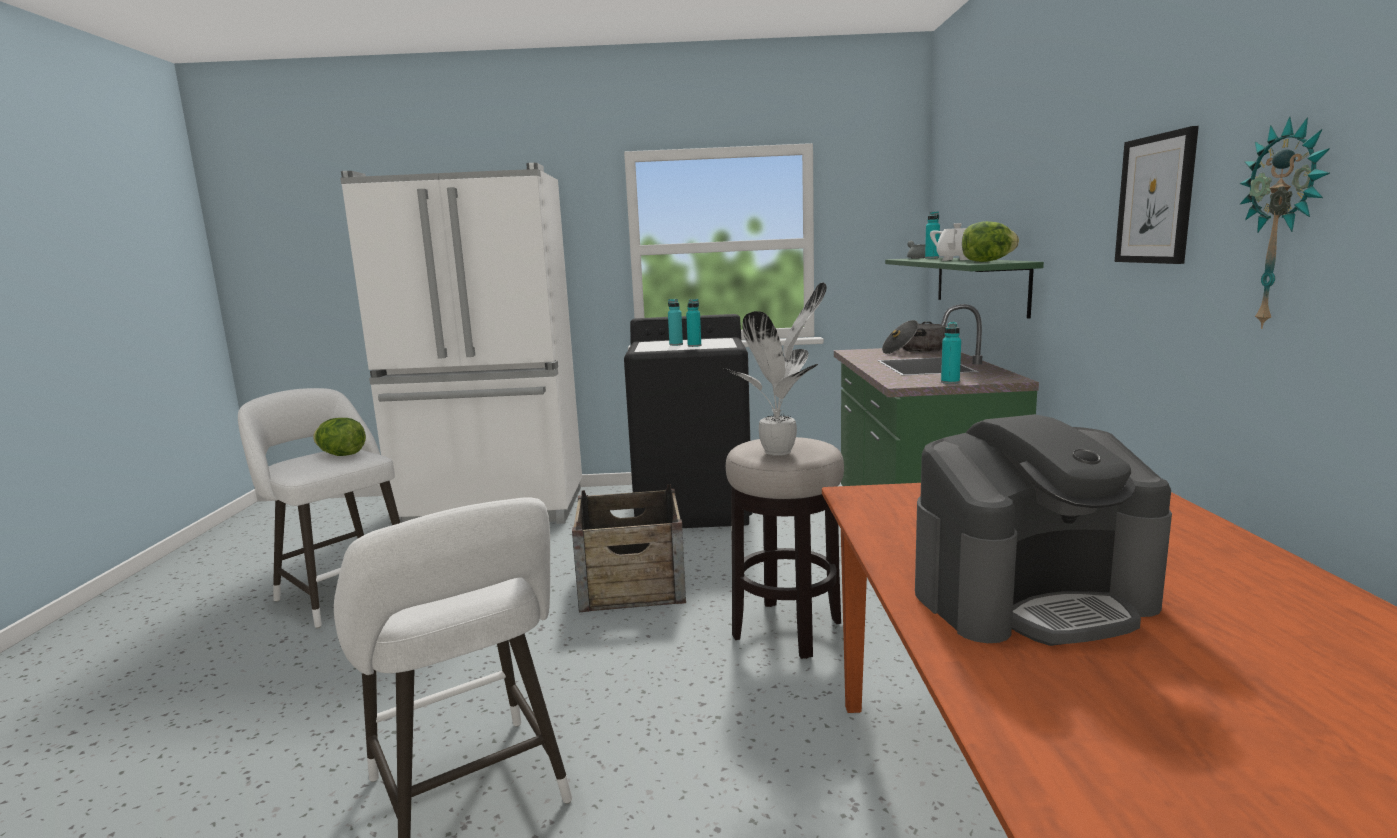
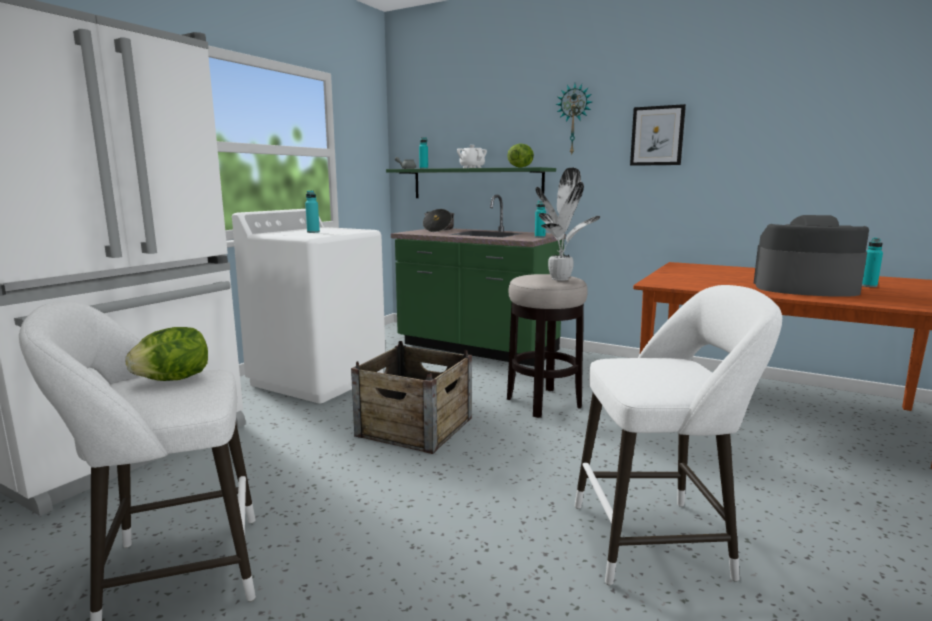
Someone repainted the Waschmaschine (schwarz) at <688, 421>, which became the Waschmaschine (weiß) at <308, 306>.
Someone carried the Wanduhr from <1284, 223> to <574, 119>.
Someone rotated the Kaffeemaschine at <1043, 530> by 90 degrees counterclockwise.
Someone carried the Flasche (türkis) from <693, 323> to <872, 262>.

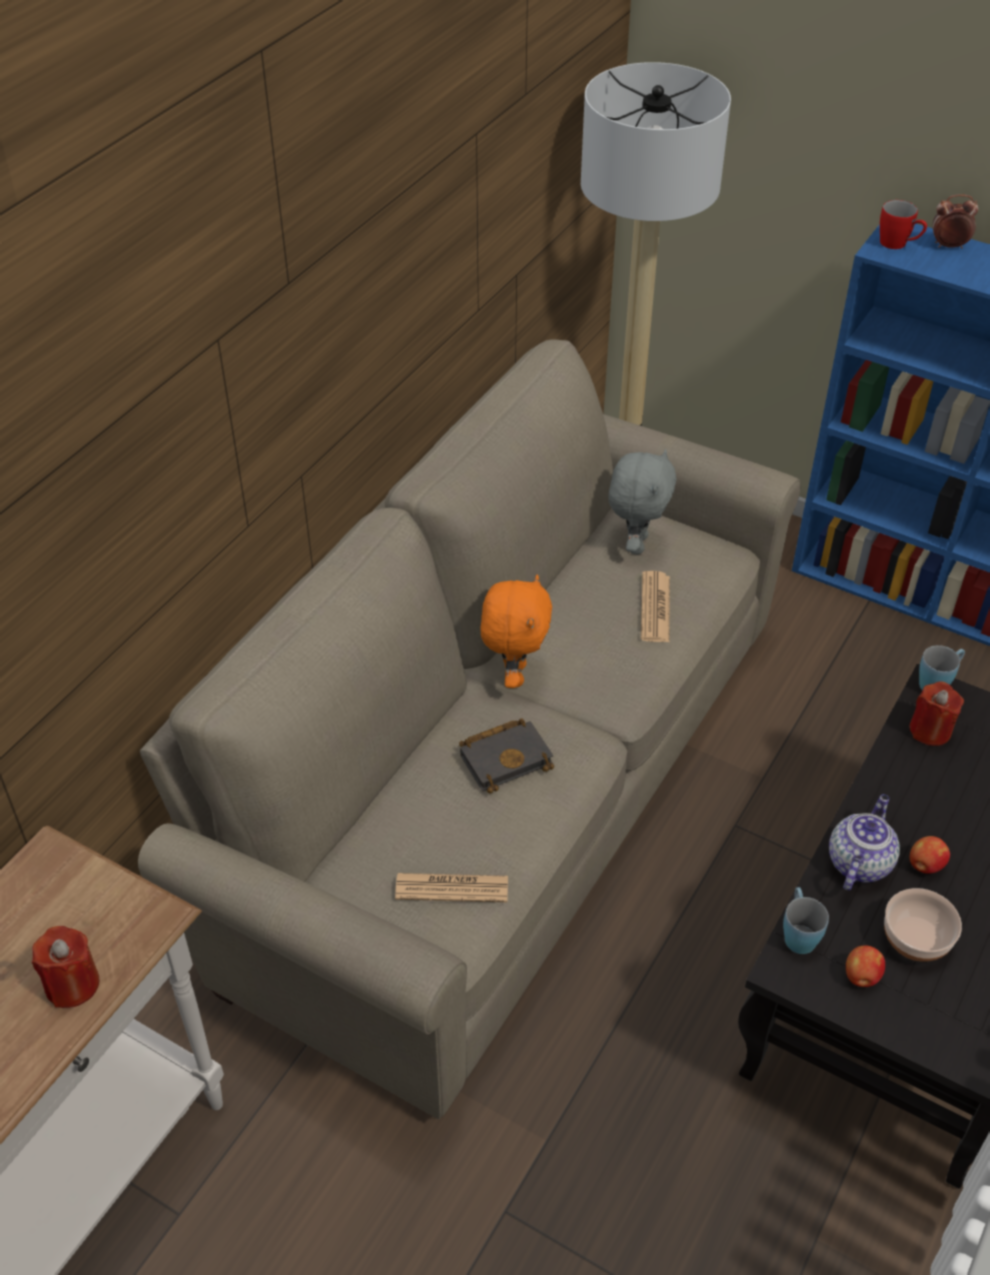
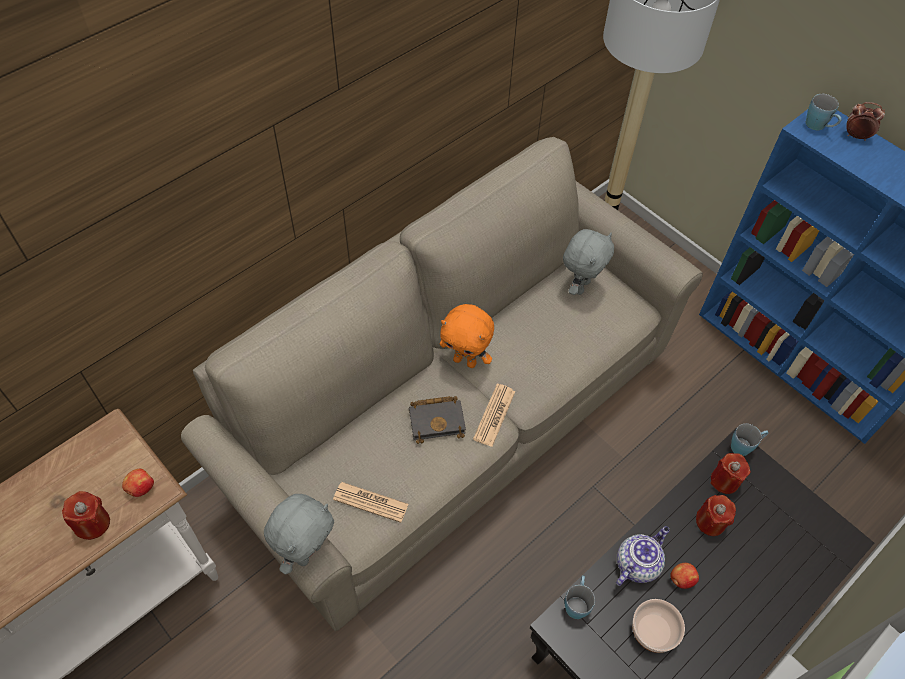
Someone carried the Apfel from <865, 966> to <138, 483>.
Someone put down the Plüschtier (grau) at <299, 534>.
Someone rotated the Plüschtier (orange) at <516, 631> by 90 degrees clockwise.
Someone carried the Zeitung from <655, 607> to <494, 415>.
Someone put down the Kerze (rot) at <716, 515>.
Someone repainted the Henkelbecher (rot) at <903, 224>, which became the Henkelbecher (blau) at <823, 112>.

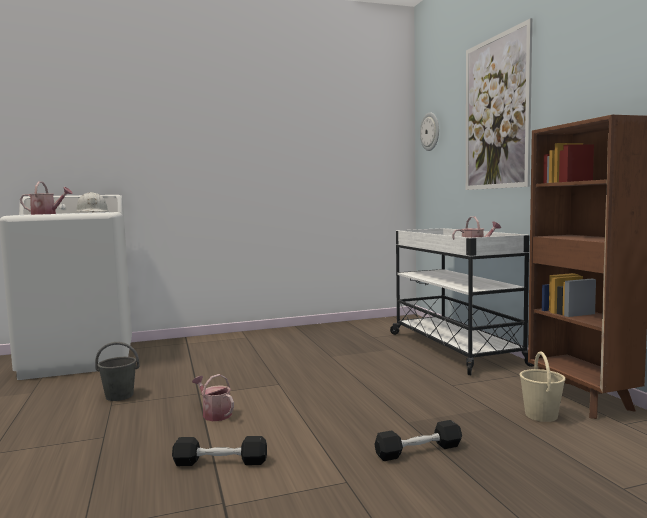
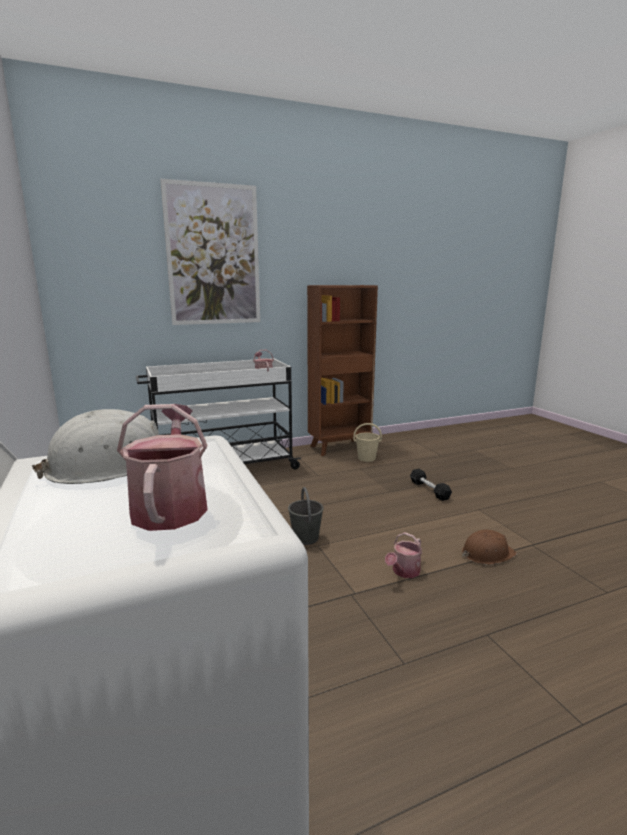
Someone carried the Eimer (grau) from <117, 371> to <306, 516>.
Someone swapped the Hantel (schwarz) at <219, 451> for the Schutzhelm (braun) at <489, 547>.
Someone took away the Wanduhr at <429, 131>.

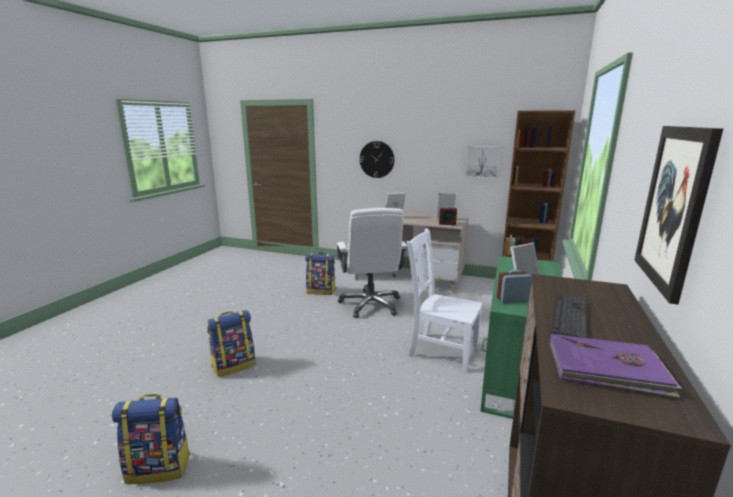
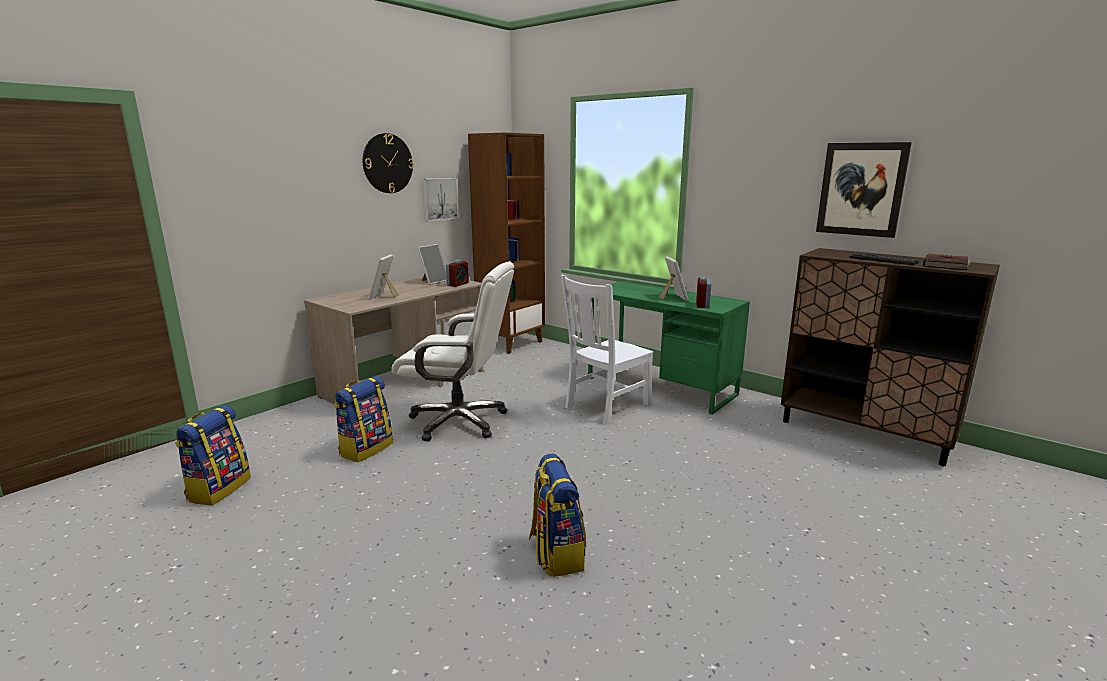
Someone carried the Rucksack from <151, 439> to <213, 455>.
Someone carried the Wanduhr from <376, 159> to <388, 163>.
Someone repainted the Buch (lila) at <615, 365>, which became the Buch (braun) at <947, 261>.

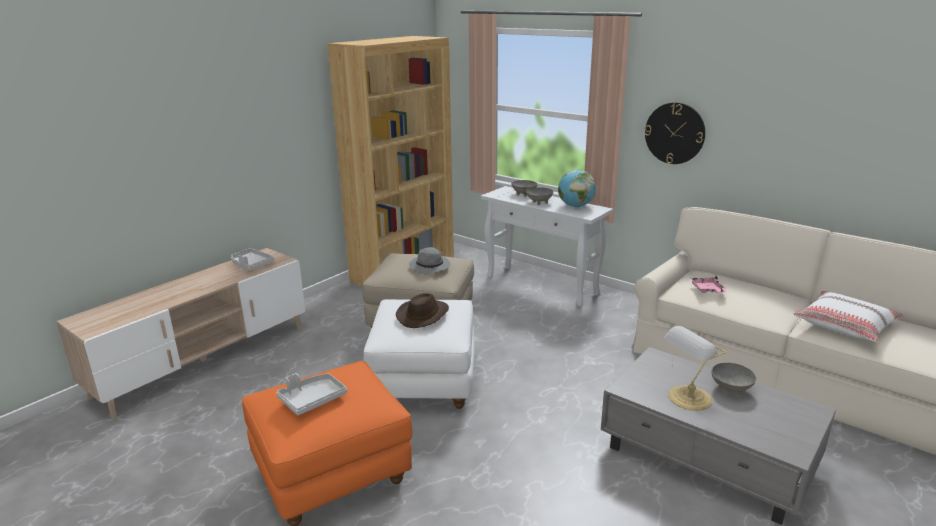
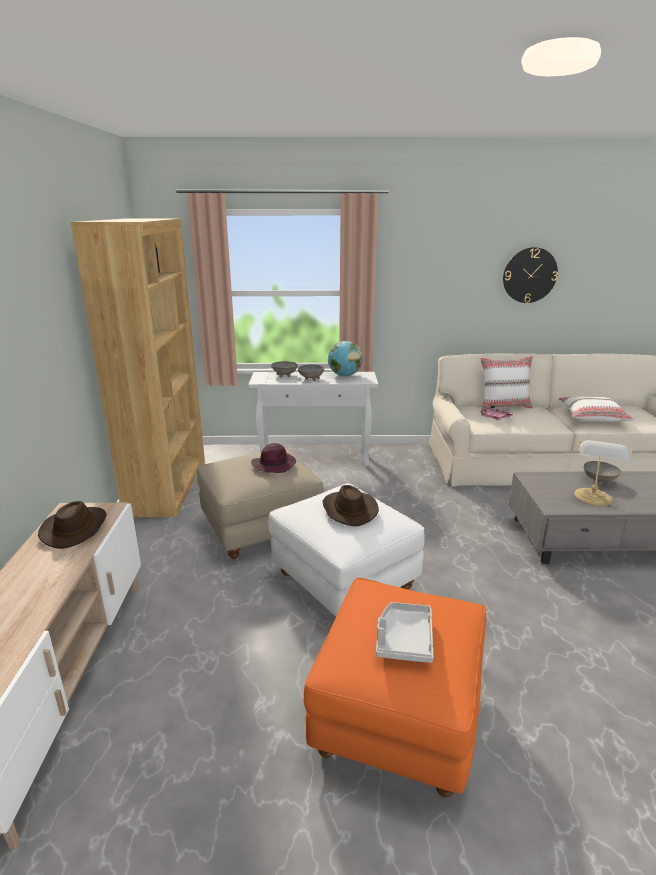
Someone swapped the Tablett (grau) at <252, 259> for the Hut (braun) at <72, 525>.
Someone repainted the Hut (grau) at <430, 261>, which became the Hut (lila) at <273, 458>.
Someone put down the Kissen (weiß) at <506, 383>.
Someone carried the Wanduhr from <675, 133> to <530, 275>.

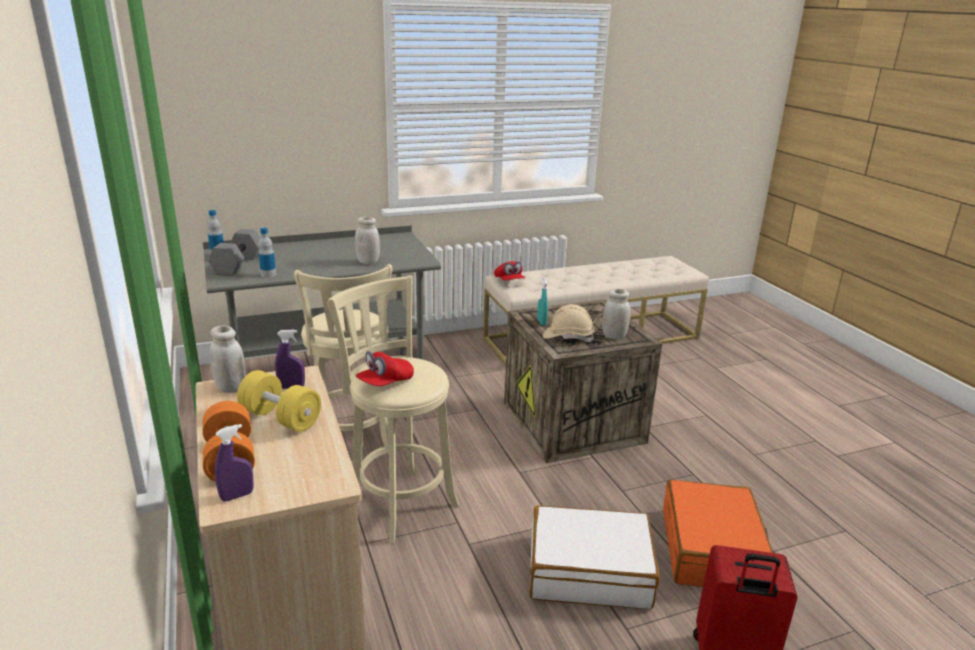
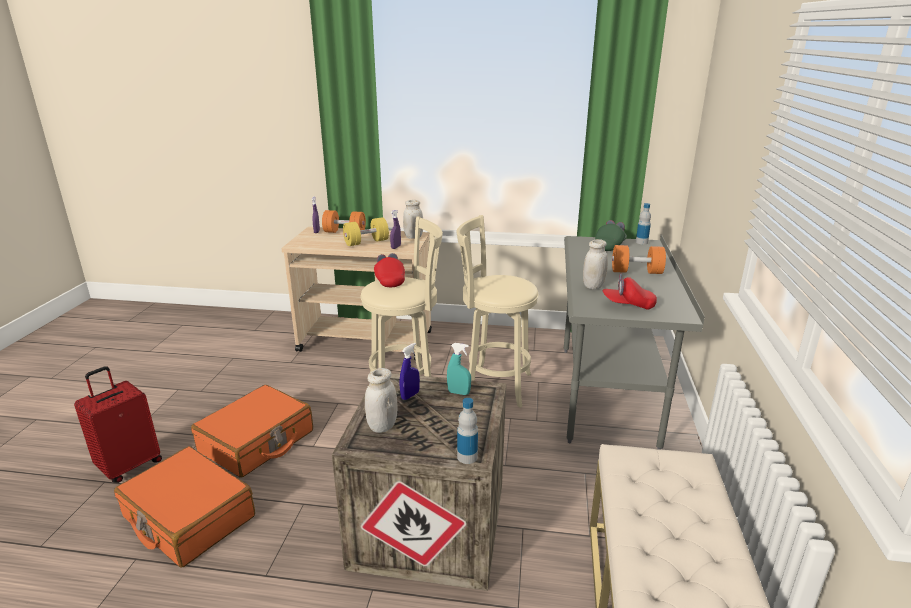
Someone repainted the Koffer (weiß) at <595, 557>, which became the Koffer (orange) at <252, 431>.
Someone swapped the Schutzhelm (beige) at <569, 323> for the Sprühflasche (blau) at <410, 371>.
Someone carried the Flasche from <267, 253> to <467, 431>.
Someone swapped the Hantel (grau) at <234, 252> for the Kappe (grün) at <611, 235>.
Someone carried the Kappe (rot) from <509, 271> to <630, 292>.
Someone put down the Hantel (orange) at <639, 259>.

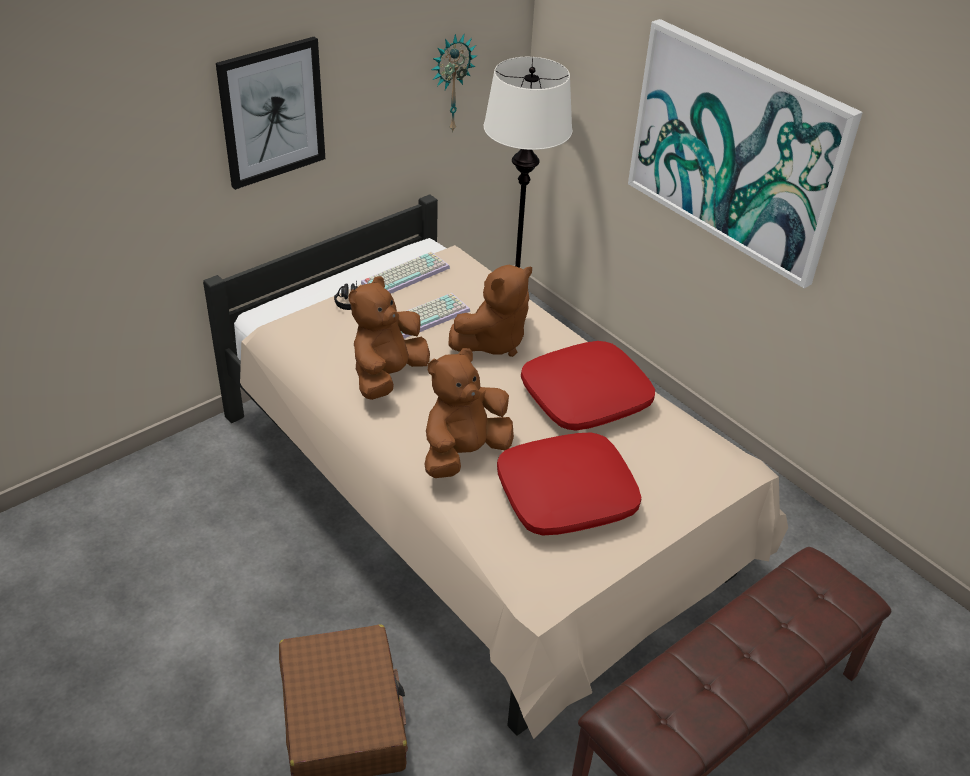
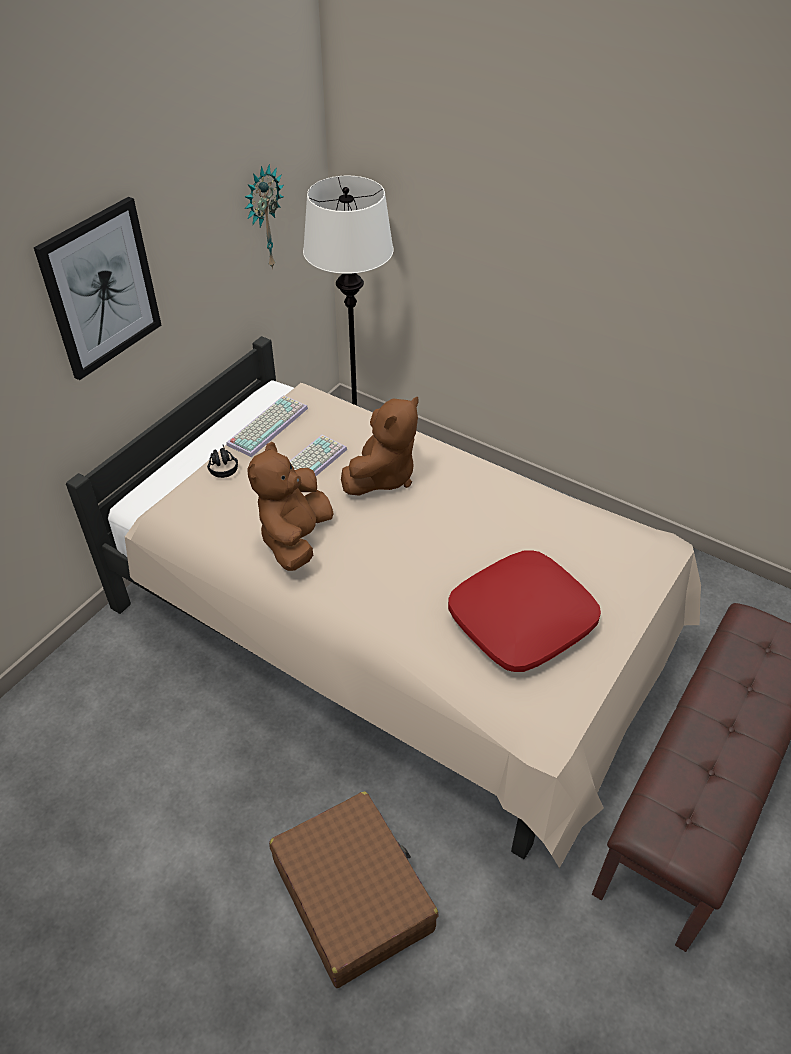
Someone took away the Plüschtier (braun) at <469, 413>.
Someone took away the Kissen (rot) at <588, 386>.
Someone took away the Bild at <745, 153>.

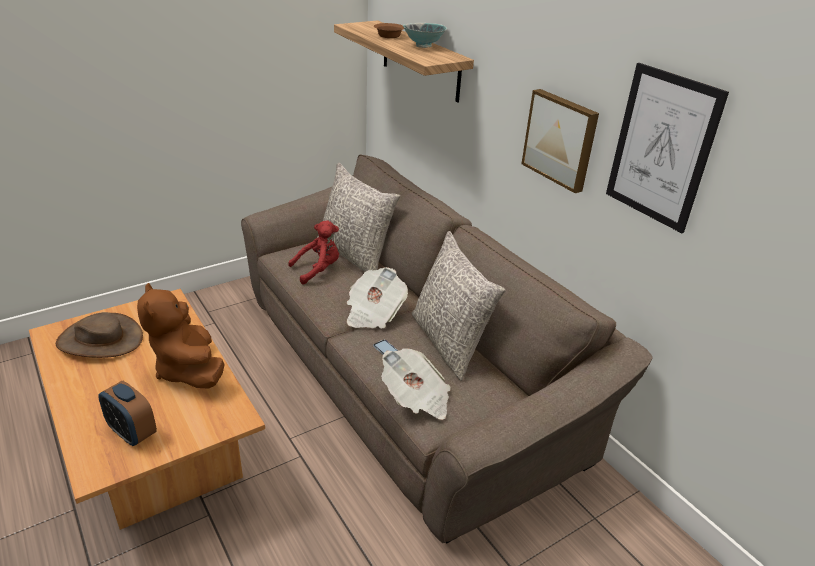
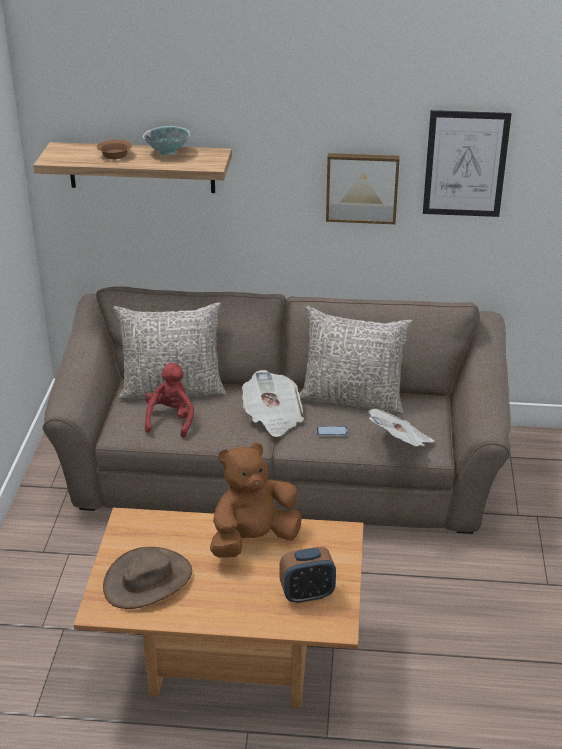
Someone rotated the Plüschtier (braun) at <181, 336> by 135 degrees clockwise.

